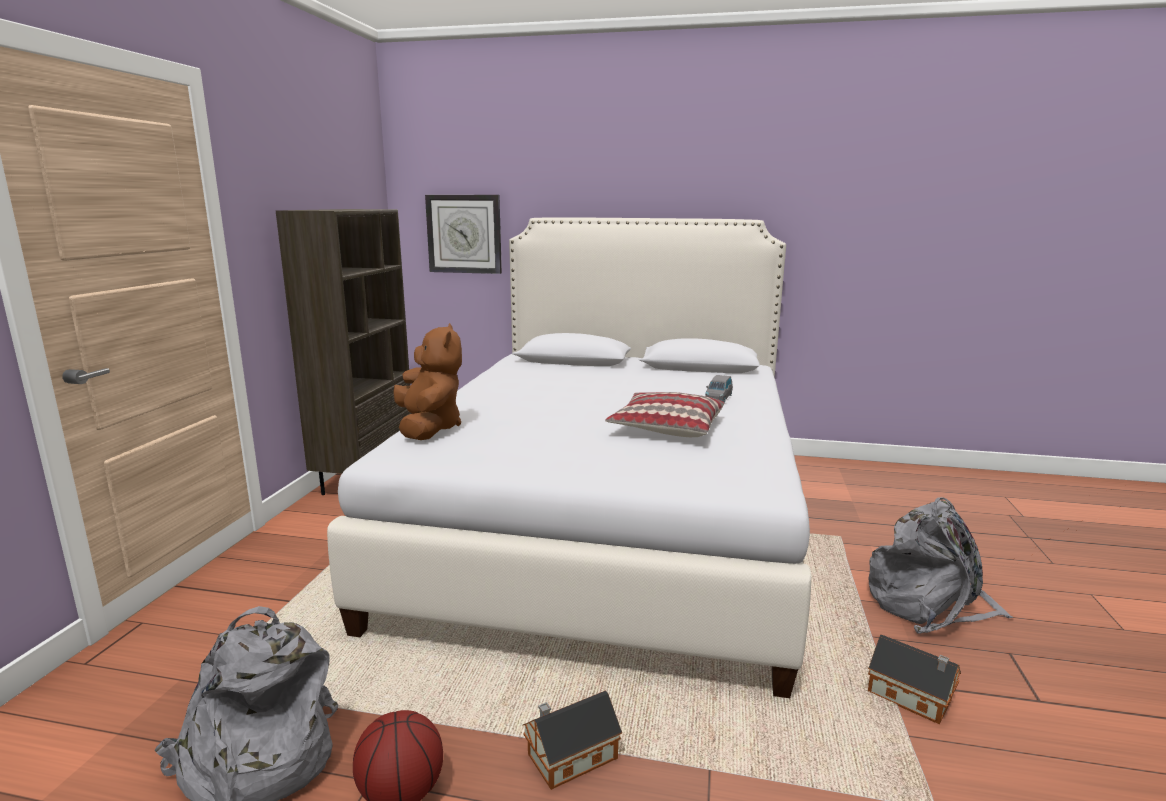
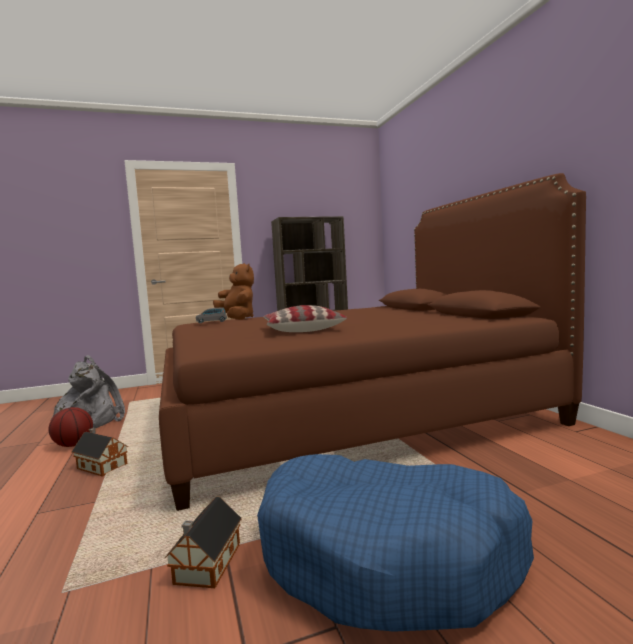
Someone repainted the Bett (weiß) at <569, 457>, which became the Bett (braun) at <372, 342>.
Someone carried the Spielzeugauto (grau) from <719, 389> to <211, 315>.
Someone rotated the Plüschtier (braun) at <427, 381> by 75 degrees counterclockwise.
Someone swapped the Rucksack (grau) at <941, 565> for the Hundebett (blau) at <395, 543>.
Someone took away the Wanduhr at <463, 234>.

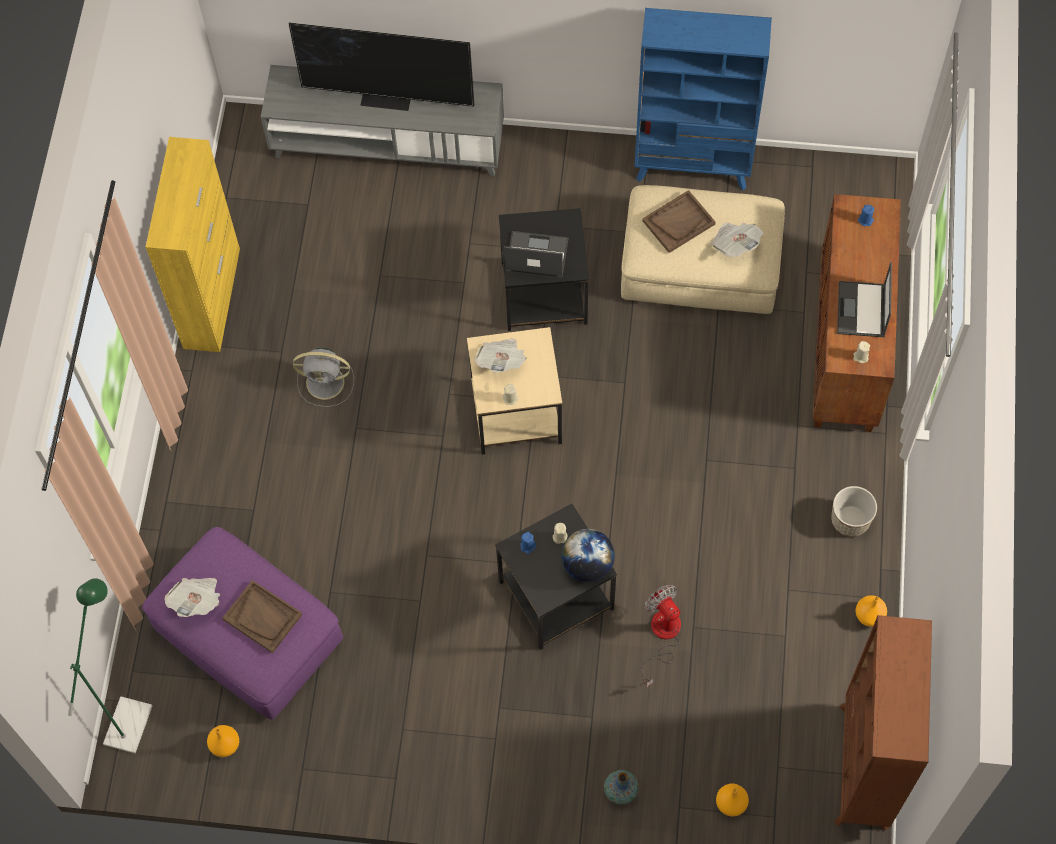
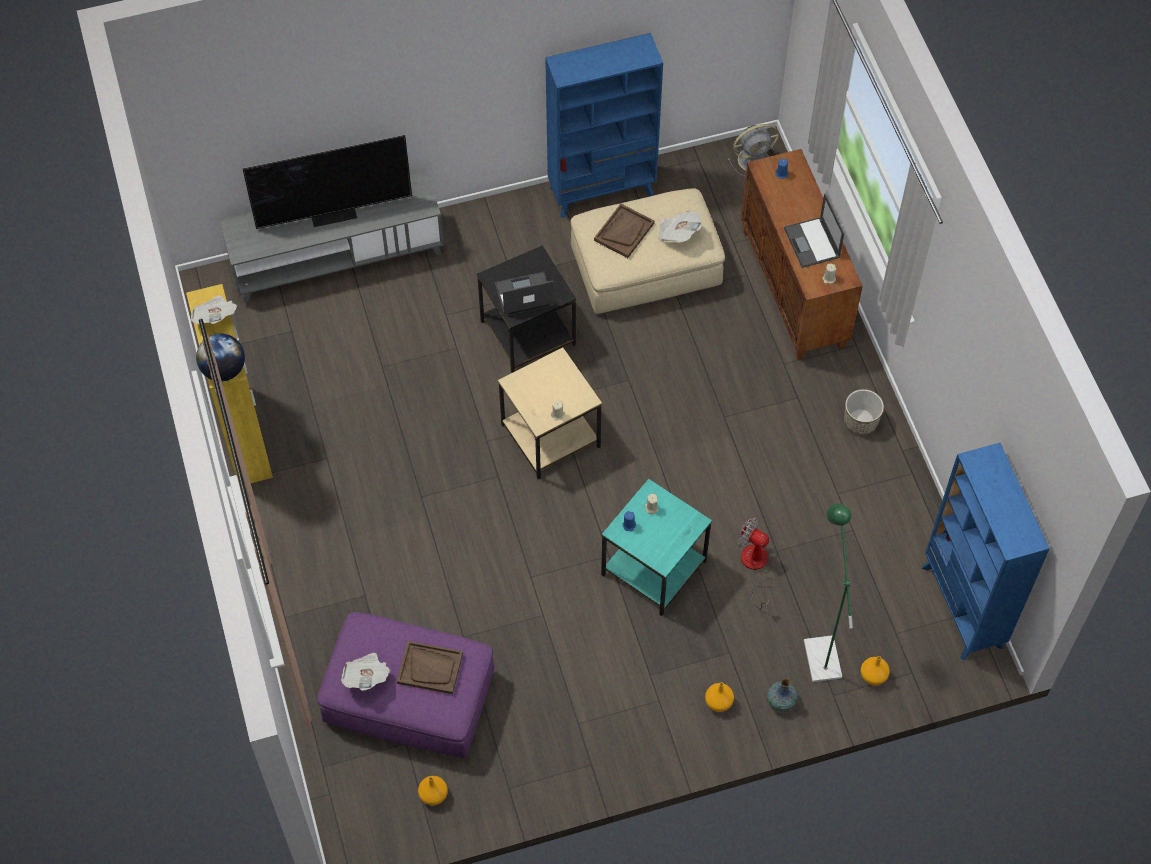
Someone carried the Zeitung from <500, 355> to <214, 309>.
Someone carried the Globus from <588, 555> to <220, 357>.
Someone repainted the Beistelltisch (schwarz) at <556, 577>, which became the Beistelltisch (türkis) at <656, 547>.
Someone carried the Vase (orange) from <871, 611> to <719, 697>.
Someone carried the Ventilator (grau) from <323, 377> to <753, 150>.
Someone carried the Stehlampe (grün) from <110, 665> to <828, 593>.
Someone repainted the Bücherregal (braun) at <883, 723>, which became the Bücherregal (blau) at <986, 551>.

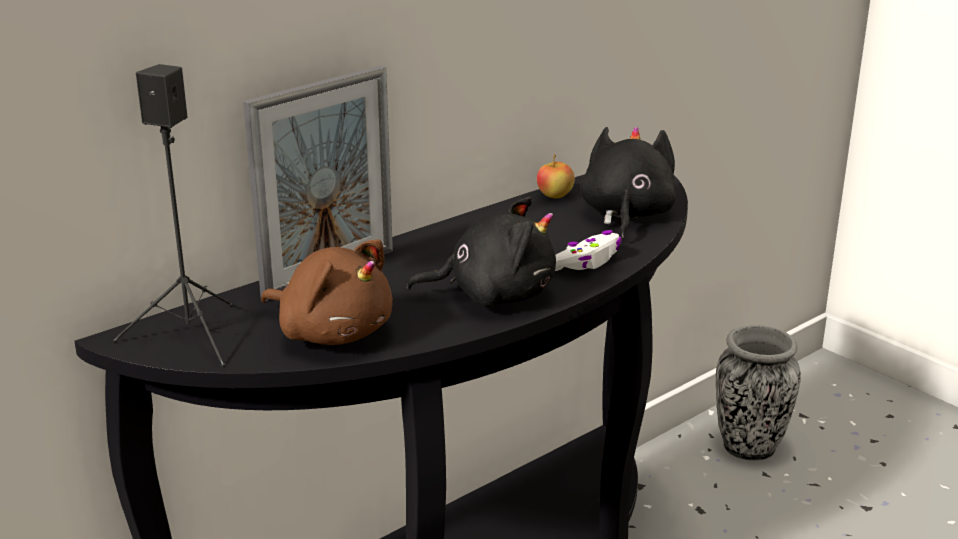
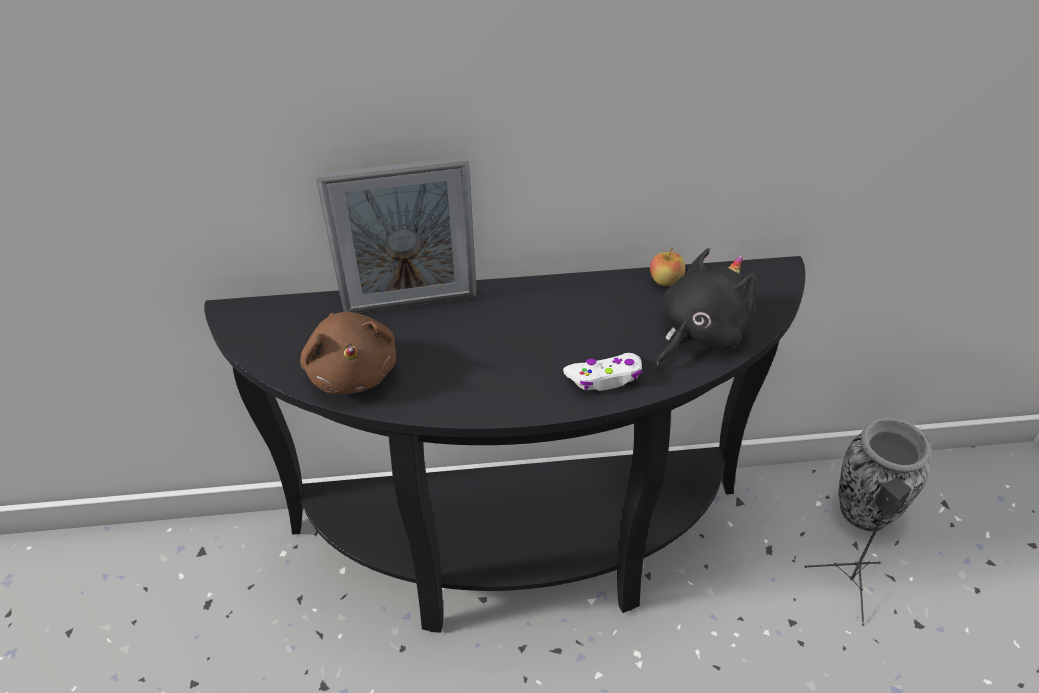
Someone carried the Lautsprecher (schwarz) from <173, 215> to <858, 551>.
Someone took away the Plüschtier (schwarz) at <481, 251>.

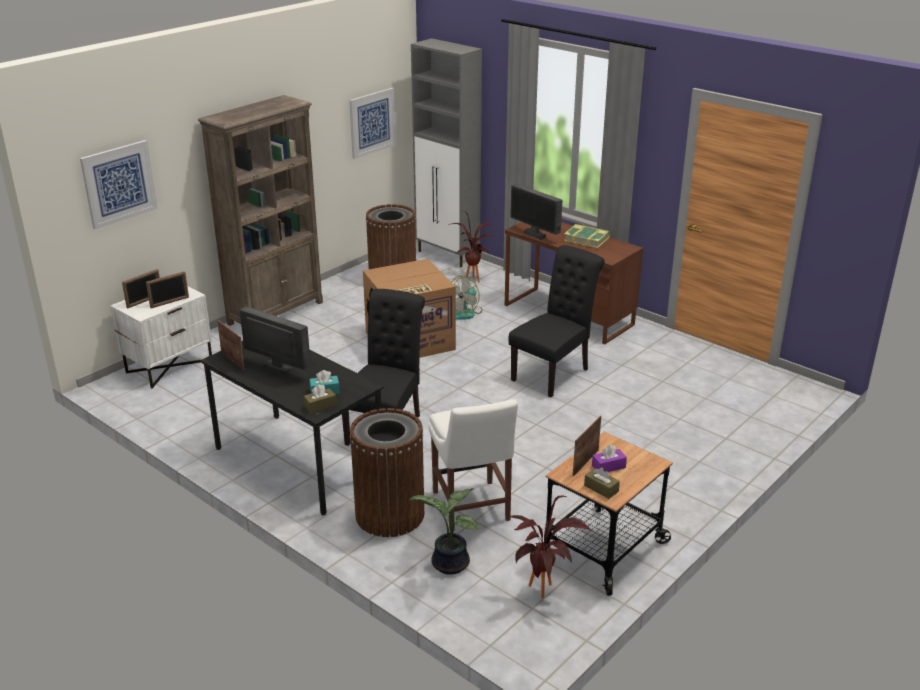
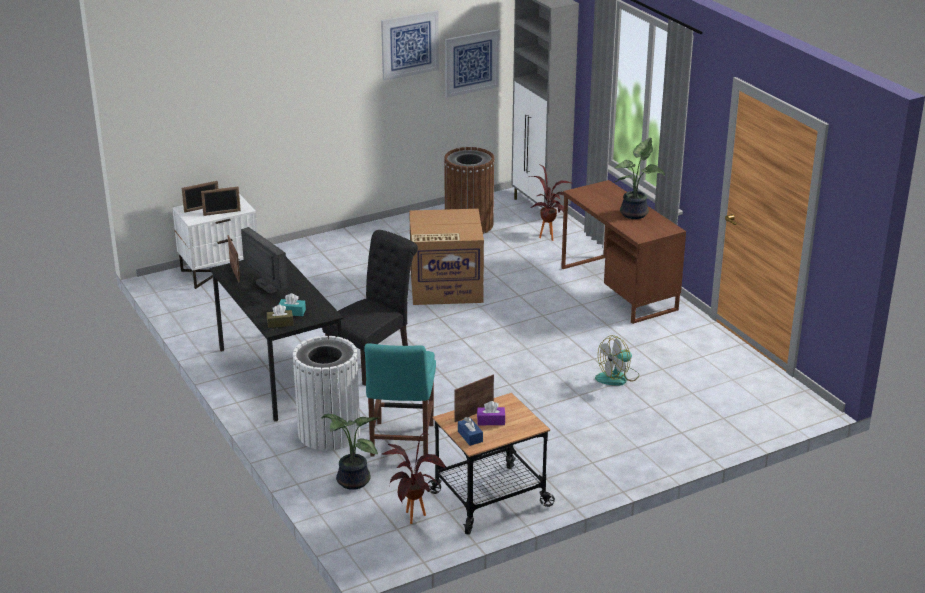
Someone repainted the Mülleimer (braun) at <387, 472>, which became the Mülleimer (weiß) at <326, 393>.
Someone repainted the Stuhl (weiß) at <473, 464>, which became the Stuhl (türkis) at <400, 400>.
Someone carried the Bild from <119, 184> to <410, 45>.
Someone repainted the Taschentuchbox (braun) at <602, 483>, which became the Taschentuchbox (blau) at <470, 431>.
Someone carried the Ventilator from <466, 298> to <617, 360>.
Someone swapped the Buch at <587, 236> for the Topfpflanze at <640, 178>.
Someone took away the Bücherregal (braun) at <260, 210>.
Someone took away the Stuhl (schwarz) at <556, 321>.
Someone took away the Monitor at <536, 212>.

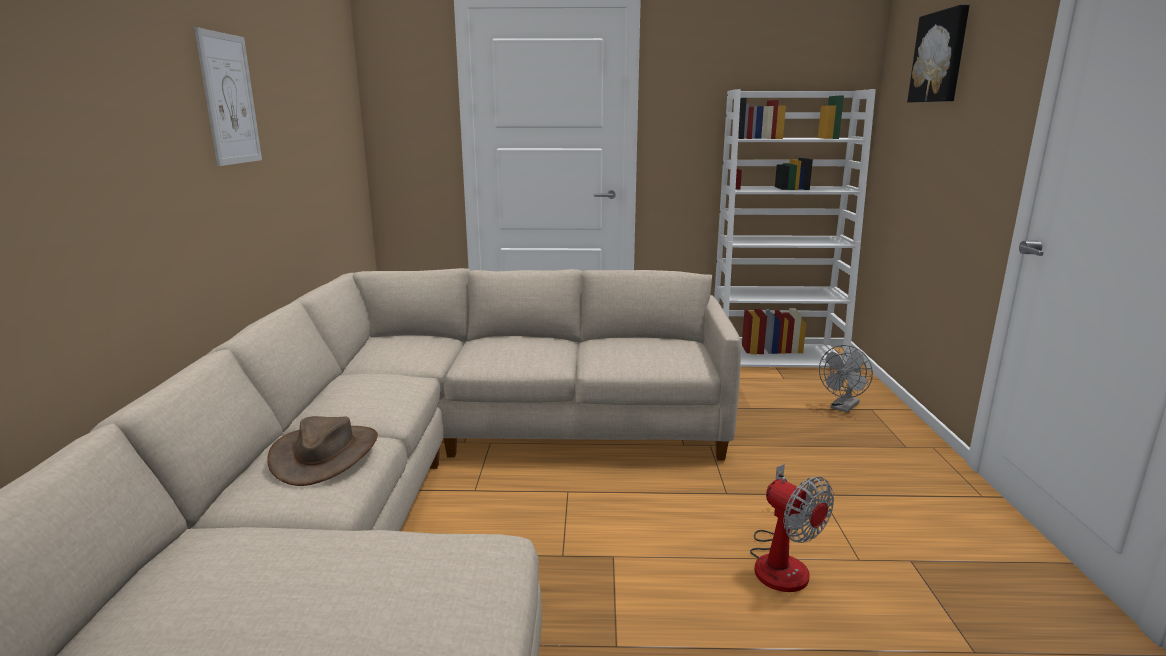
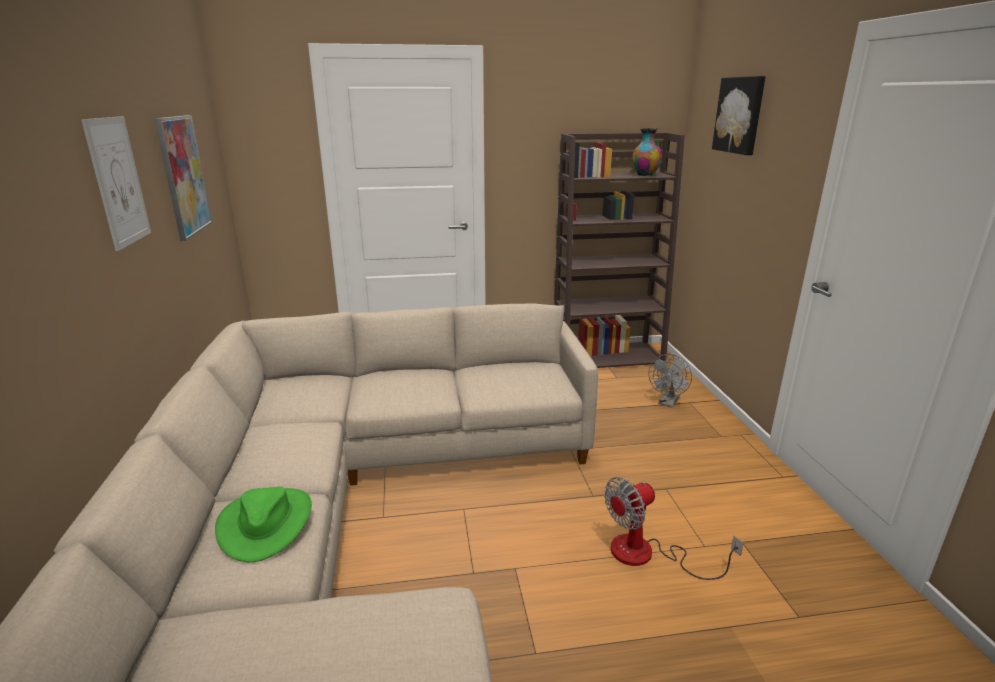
Someone put up the Bild at <183, 178>.
Someone repainted the Hut (braun) at <322, 451>, which became the Hut (grün) at <263, 524>.
Someone repainted the Bücherregal (weiß) at <795, 228>, which became the Bücherregal (braun) at <619, 250>.
Someone rotated the Ventilator at <792, 528> by 105 degrees clockwise.
Someone put down the Vase at <647, 152>.

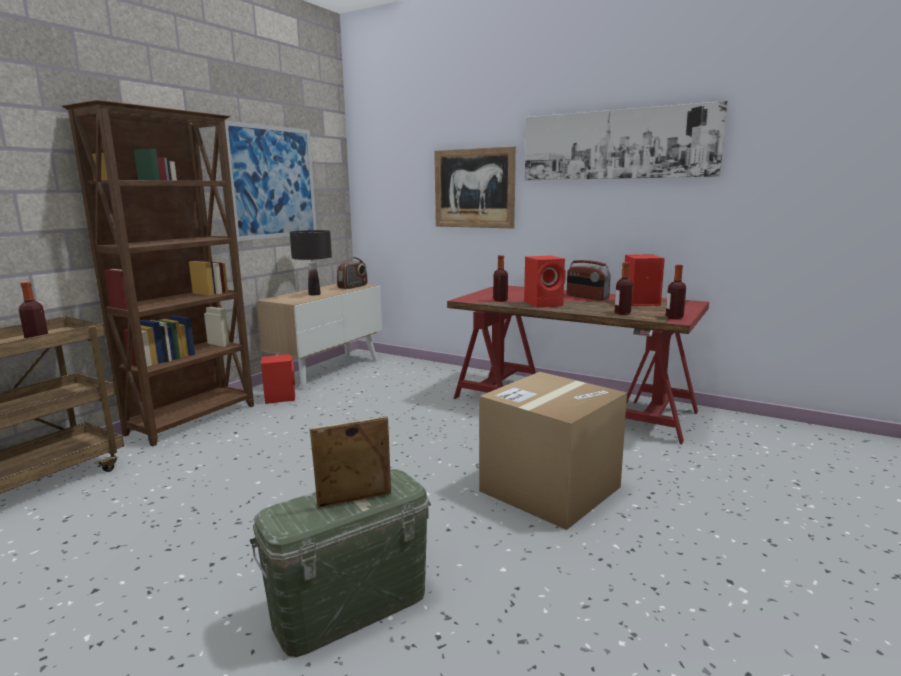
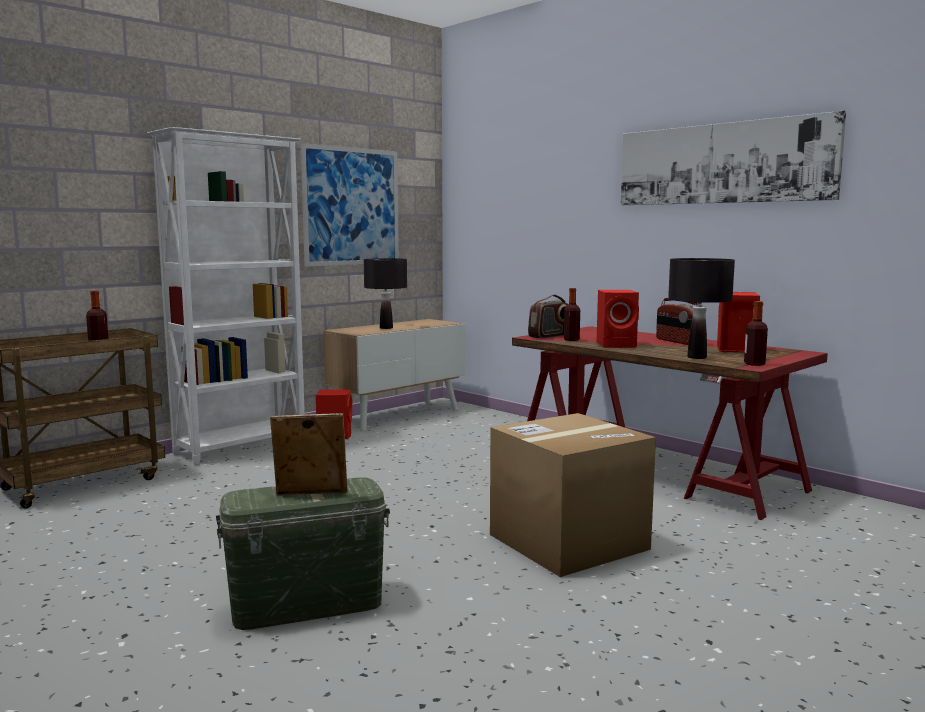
Someone repainted the Bücherregal (braun) at <158, 273>, which became the Bücherregal (weiß) at <226, 296>.
Someone carried the Radio from <352, 273> to <548, 316>.
Someone swapped the Flasche at <624, 288> for the Tischlampe (schwarz) at <701, 308>.
Someone took away the Bild at <475, 187>.

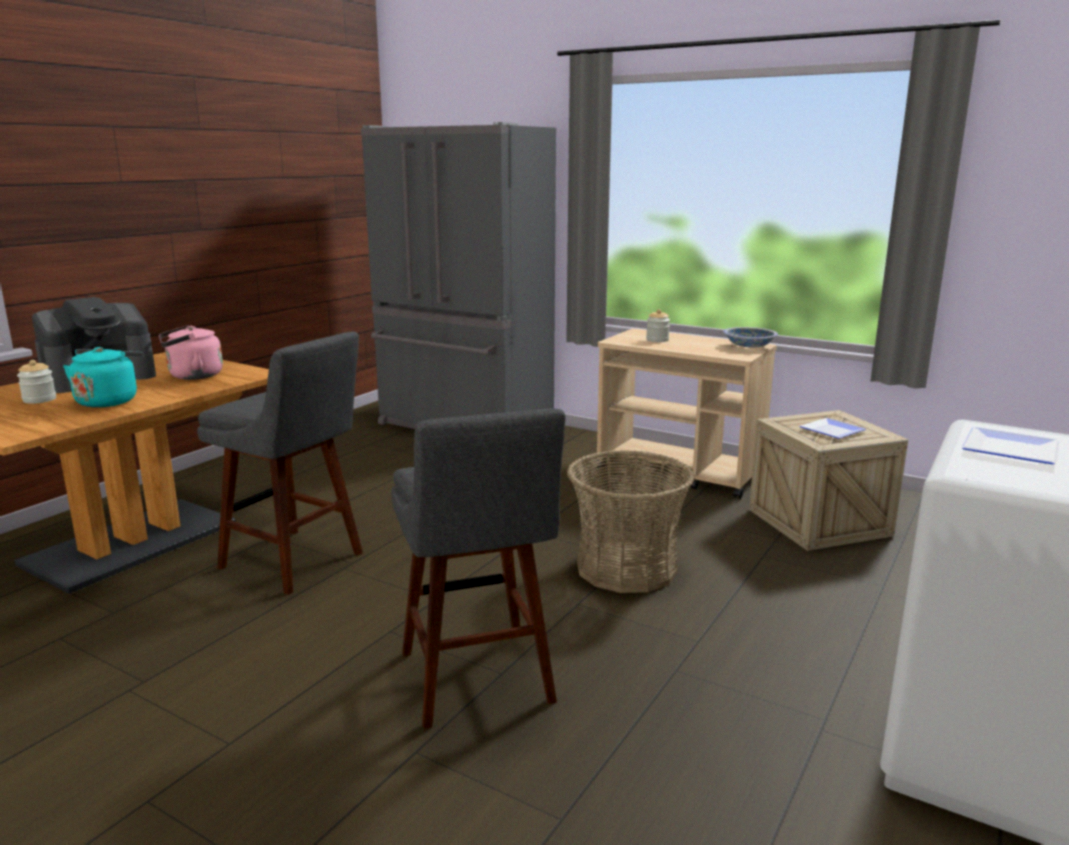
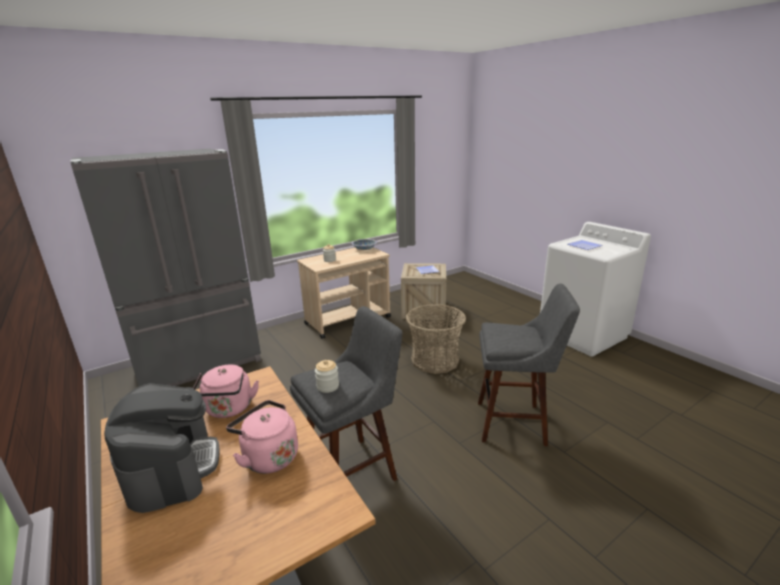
Someone repainted the Wasserkessel (türkis) at <103, 377>, which became the Wasserkessel (rosa) at <262, 437>.
Someone carried the Vorratsglas from <36, 382> to <327, 376>.

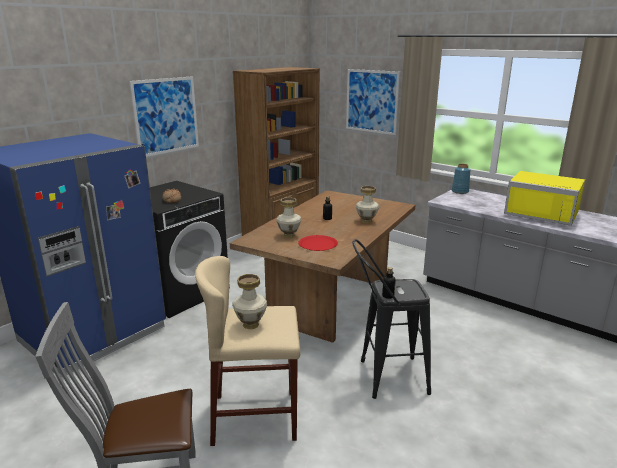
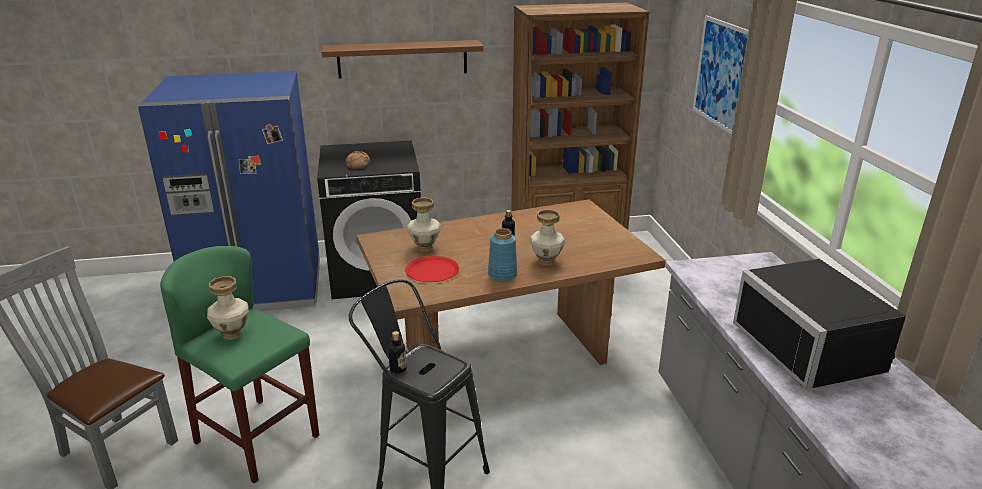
Someone repainted the Hocker (beige) at <247, 351>, which became the Hocker (grün) at <239, 365>.
Someone swapped the Bild at <164, 117> for the Wandregal (braun) at <403, 59>.
Someone carried the Vase (blau) from <461, 179> to <502, 254>.
Someone repainted the Mikrowelle (gelb) at <544, 198>, which became the Mikrowelle (schwarz) at <819, 324>.

